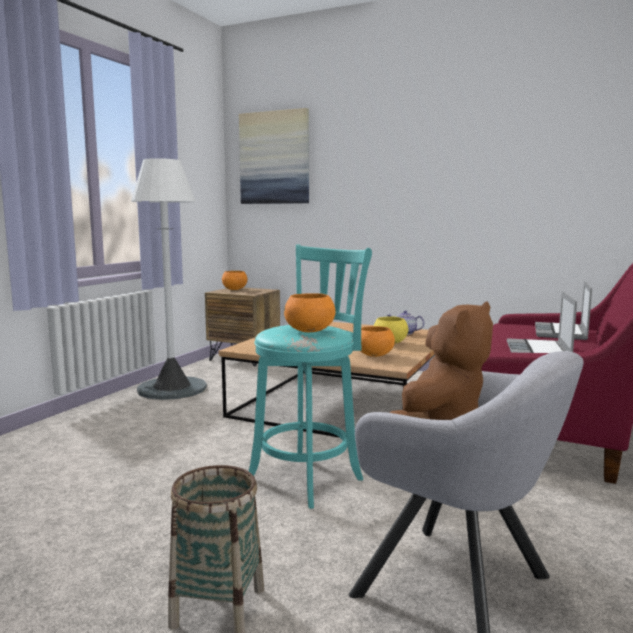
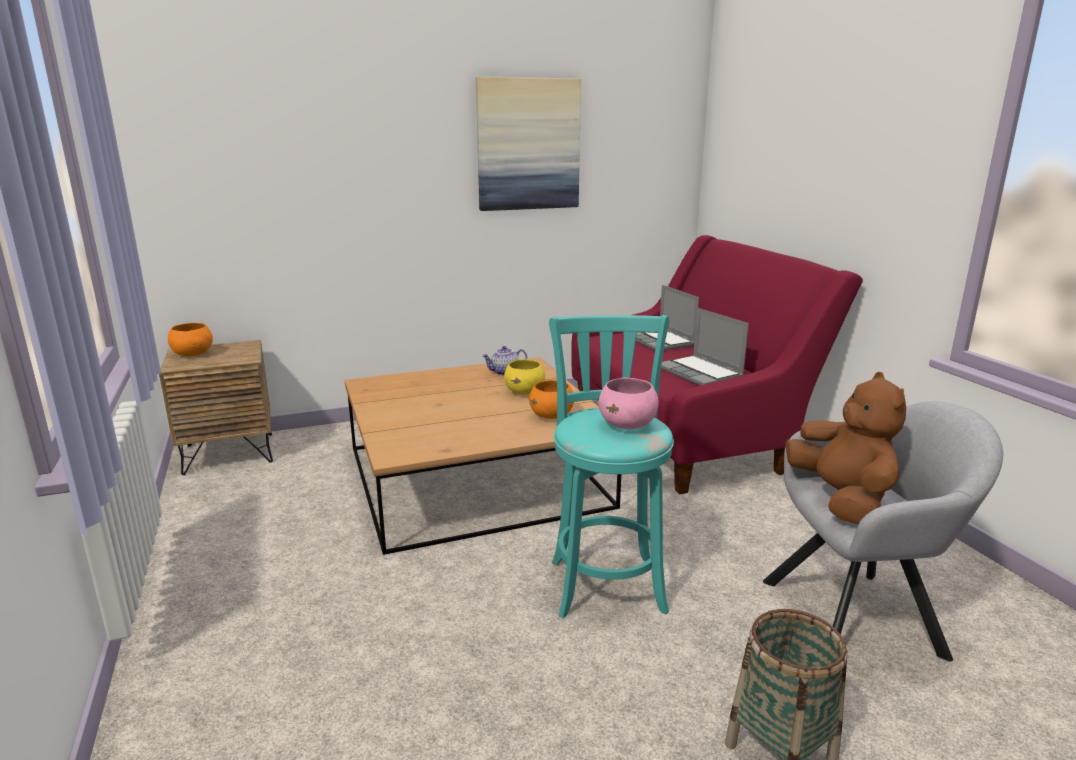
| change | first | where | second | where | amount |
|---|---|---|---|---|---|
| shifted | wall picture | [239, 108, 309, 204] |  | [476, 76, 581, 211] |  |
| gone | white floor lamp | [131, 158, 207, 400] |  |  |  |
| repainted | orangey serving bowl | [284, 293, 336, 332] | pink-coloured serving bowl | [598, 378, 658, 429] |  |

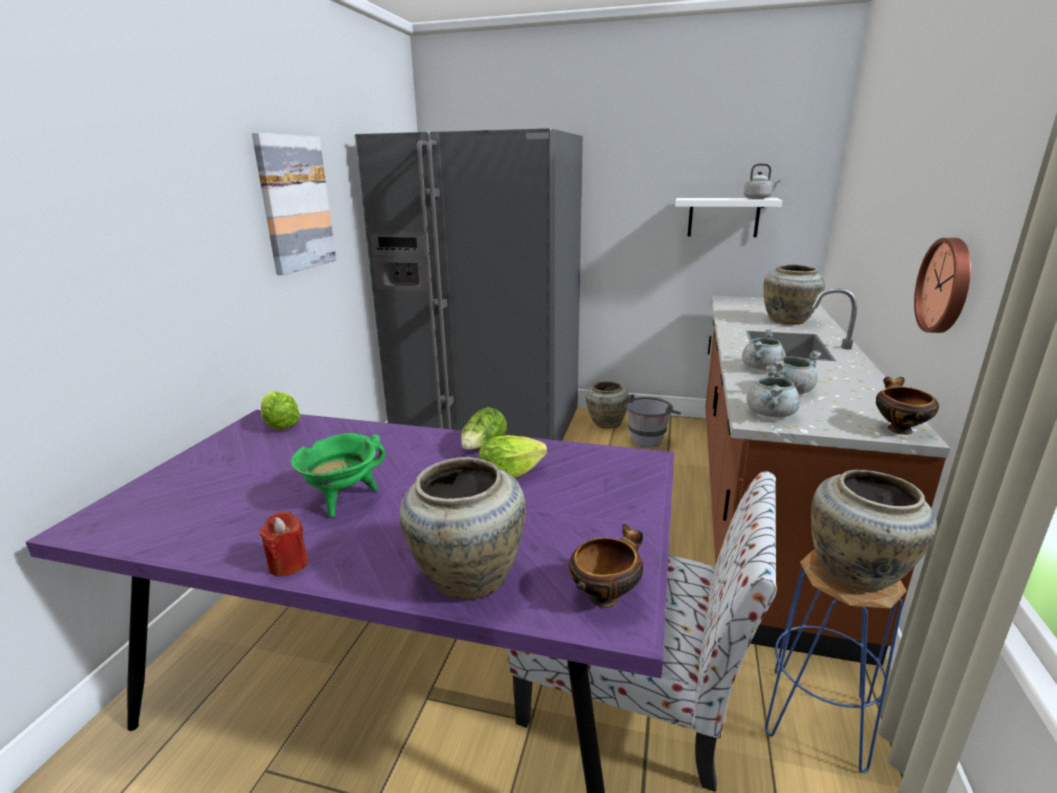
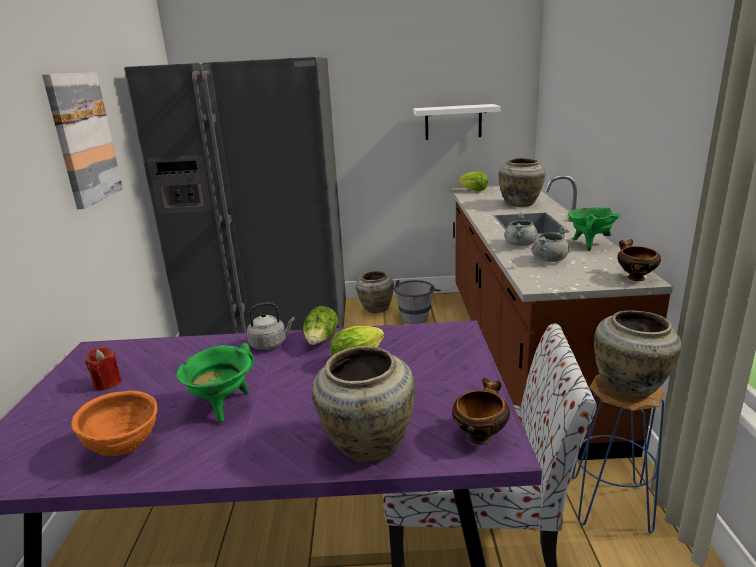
| change | first | where | second | where | amount |
|---|---|---|---|---|---|
| shifted | grey water kettle | [744, 163, 781, 199] |  | [247, 302, 295, 350] |  |
| gone | clock on the wall | [914, 238, 971, 333] |  |  |  |
| gone | grey saucepot | [746, 365, 801, 418] |  |  |  |
| shifted | head of lettuce | [261, 391, 300, 430] |  | [458, 172, 488, 191] |  |
| shifted | red-coloured candle | [259, 511, 308, 577] |  | [85, 347, 122, 390] |  |
| new |  |  | green-coloured saucepot | [568, 207, 620, 251] |  |
| new |  |  | orangey serving bowl | [71, 391, 157, 457] |  |

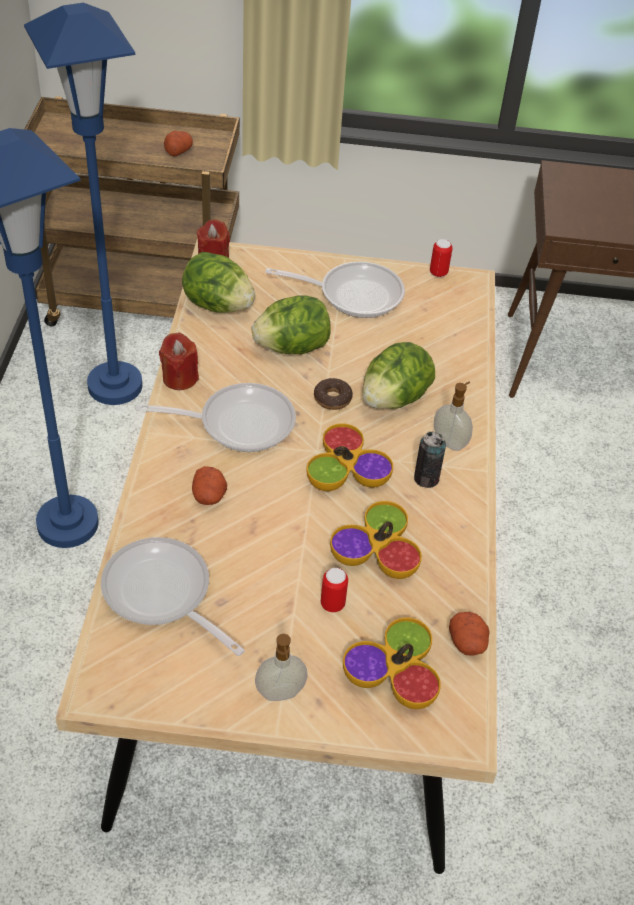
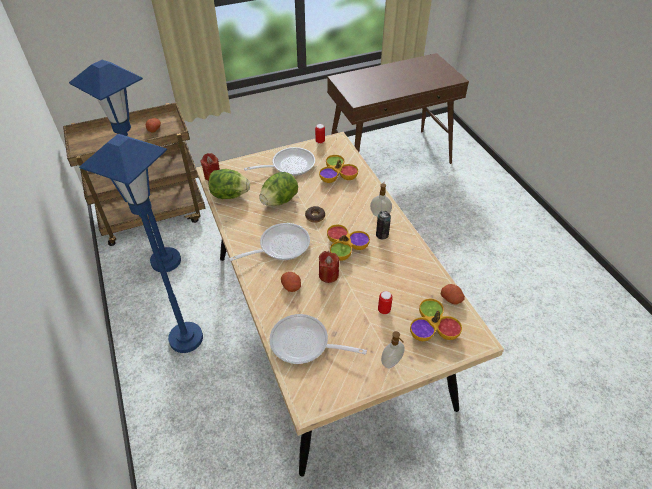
| change | first | where | second | where | amount |
|---|---|---|---|---|---|
| shifted | red-coloured candle | [159, 332, 199, 390] |  | [319, 251, 339, 283] |  |
| gone | head of lettuce | [362, 342, 435, 409] |  |  |  |
| shifted | serving bowl | [330, 501, 422, 579] |  | [319, 155, 358, 183] |  |

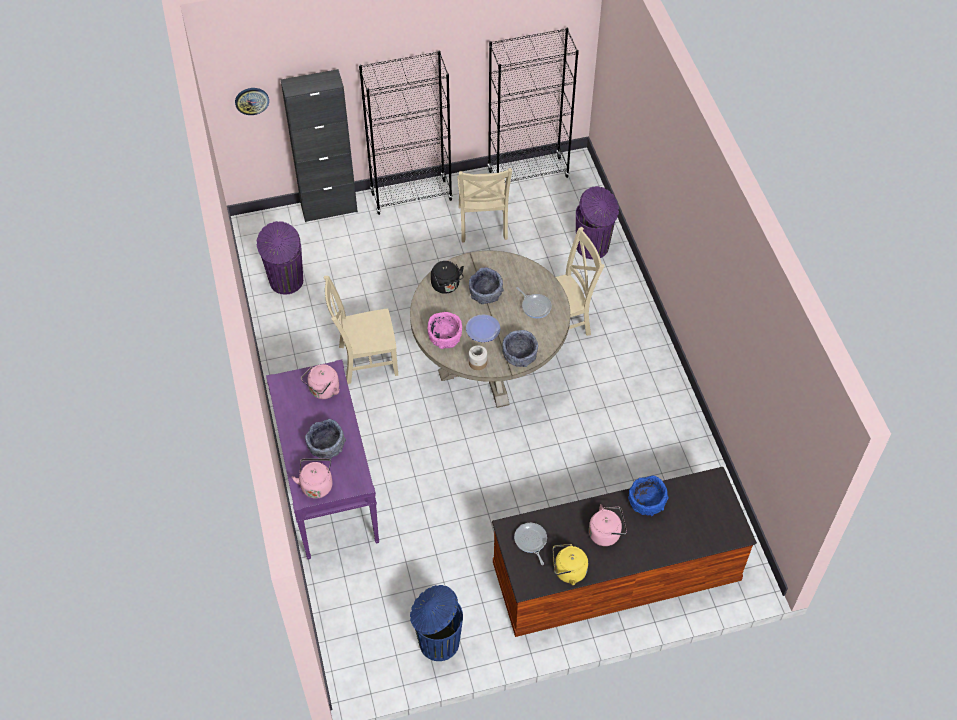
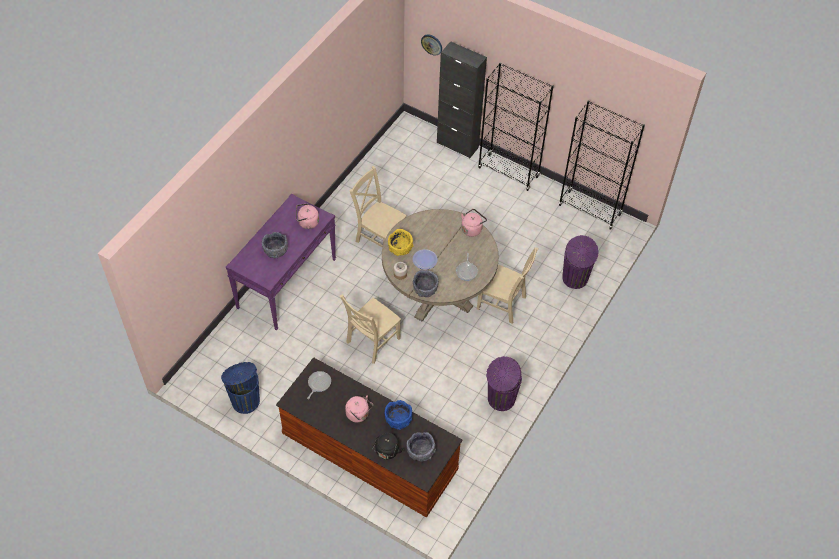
| change | first | where | second | where | amount |
|---|---|---|---|---|---|
| shifted | sand-coloured upright chair | [457, 168, 512, 243] |  | [340, 294, 401, 364] |  |
| shifted | purple waste bin | [257, 221, 303, 294] |  | [486, 356, 522, 411] |  |
| shifted | blackish water kettle | [431, 261, 464, 294] |  | [372, 433, 403, 460] |  |
| shifted | grey serving bowl | [469, 268, 504, 304] |  | [406, 432, 436, 462] |  |
| repainted | pink-coloured serving bowl | [427, 312, 462, 349] | yellow-coloured serving bowl | [388, 229, 413, 256] |  |
| shifted | pink-coloured water kettle | [292, 458, 333, 499] |  | [461, 209, 487, 237] |  |
| gone | yellow-coloured water kettle | [553, 544, 588, 585] |  |  |  |

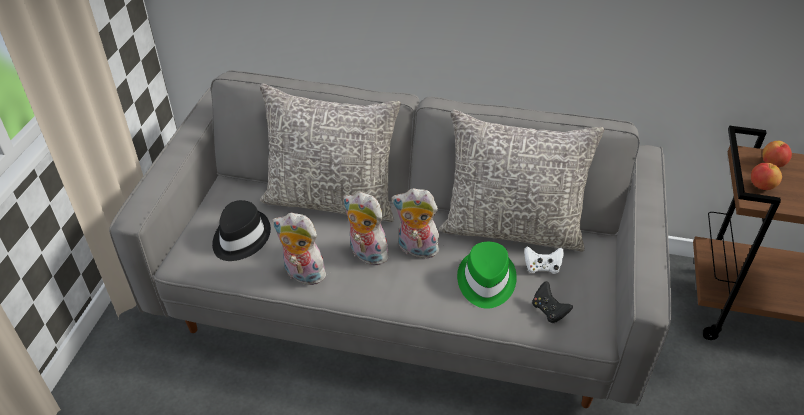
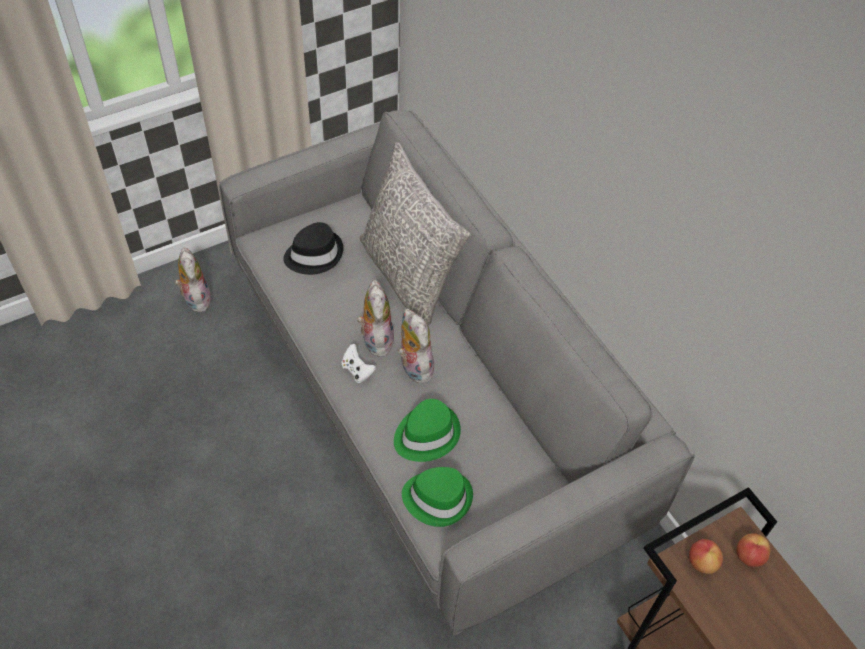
| change | first | where | second | where | amount |
|---|---|---|---|---|---|
| gone | grey pillow | [439, 109, 604, 252] |  |  |  |
| shifted | cuddly toy | [272, 213, 328, 285] |  | [175, 247, 212, 312] |  |
| shifted | white gamepad | [524, 247, 564, 274] |  | [341, 344, 376, 383] |  |
| swapped | blackish gamepad | [532, 281, 573, 323] | green-coloured wearable hat | [402, 467, 473, 527] |  |

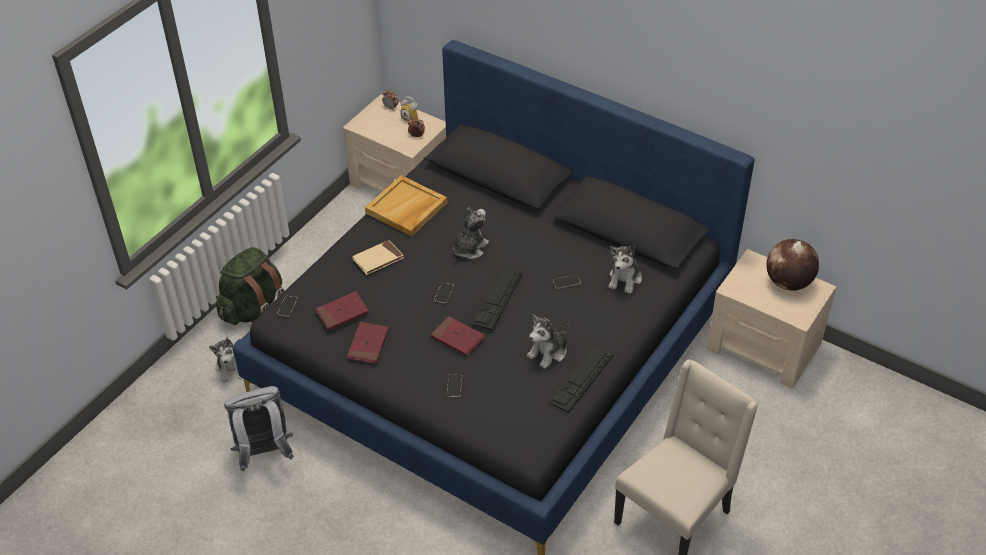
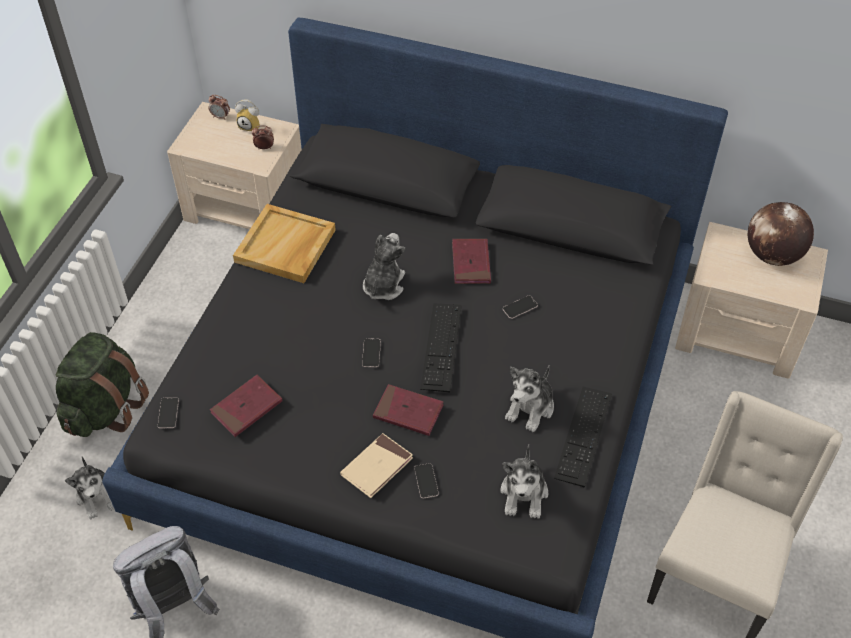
| change | first | where | second | where | amount |
|---|---|---|---|---|---|
| shifted | sand-coloured book | [352, 240, 403, 275] |  | [340, 433, 413, 498] |  |
| shifted | cuddly toy | [609, 246, 642, 294] |  | [500, 445, 548, 519] |  |
| shifted | red-coloured book | [347, 322, 389, 364] |  | [452, 239, 491, 284] |  |

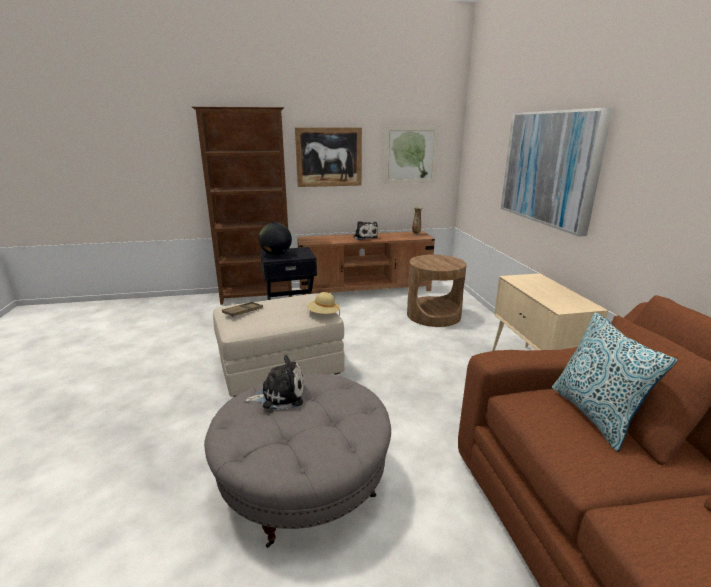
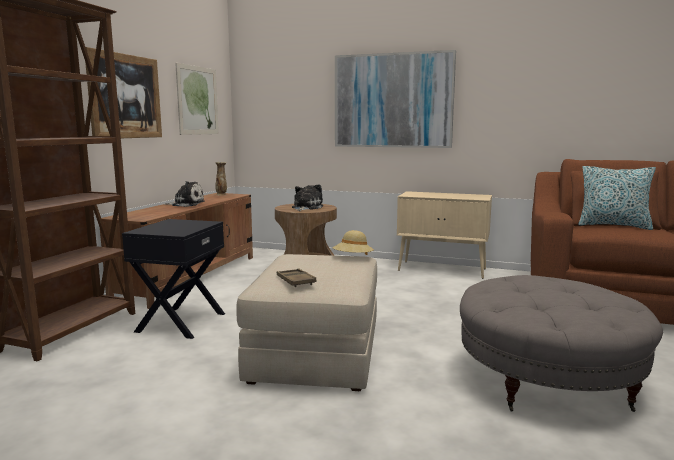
| change | first | where | second | where | amount |
|---|---|---|---|---|---|
| gone | world globe | [259, 223, 292, 255] |  |  |  |
| shifted | cuddly toy | [244, 355, 304, 410] |  | [292, 184, 323, 211] |  |

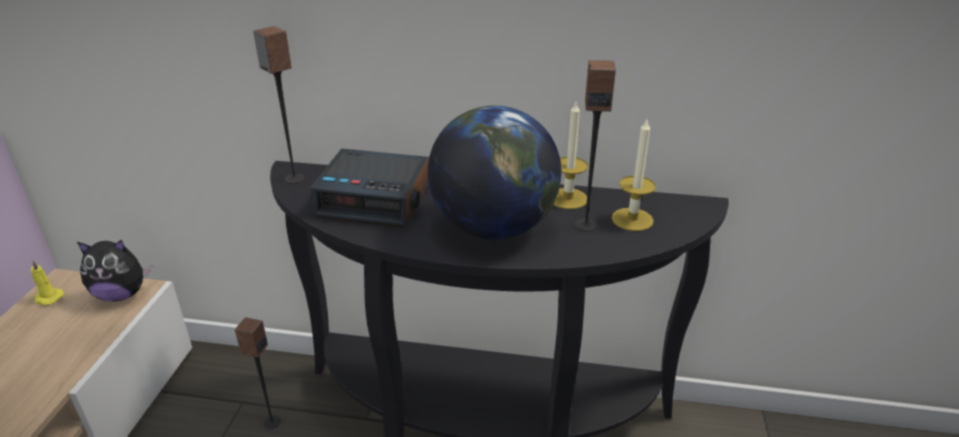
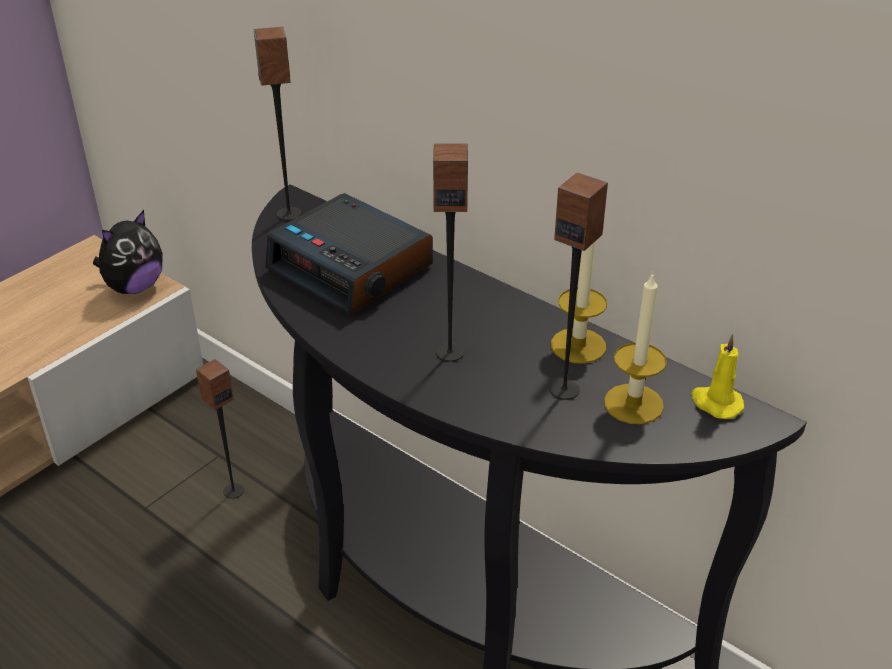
| change | first | where | second | where | amount |
|---|---|---|---|---|---|
| swapped | world globe | [428, 106, 561, 239] | speaker | [433, 143, 468, 362] |  |
| rotated | cuddly toy | [76, 240, 153, 302] |  | [93, 210, 163, 294] | 75 degrees counterclockwise |
| shifted | yellow-coloured candle | [31, 260, 64, 305] |  | [692, 334, 744, 419] |  |

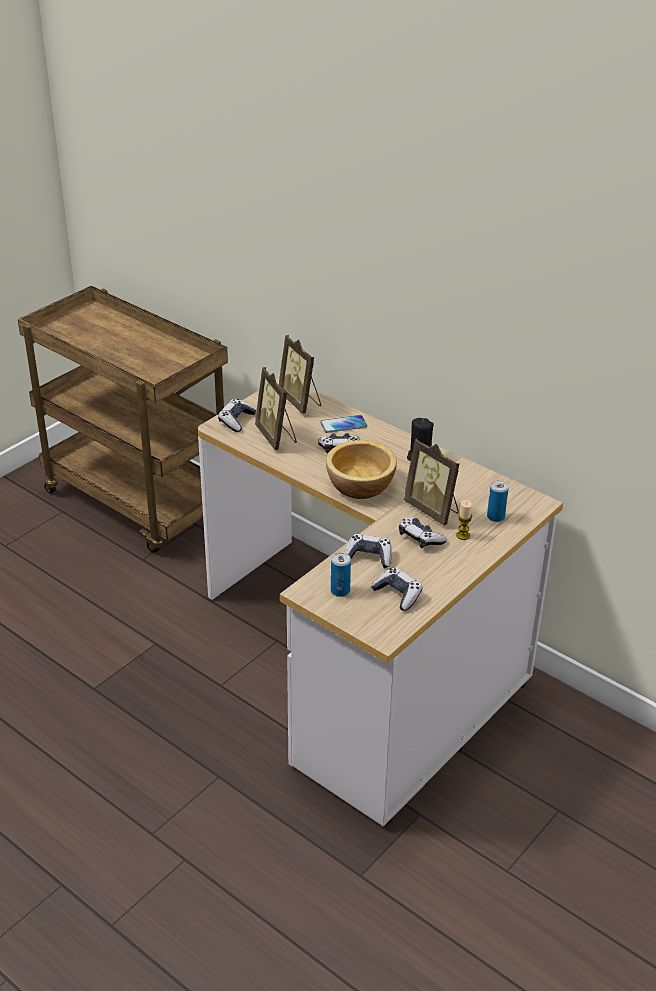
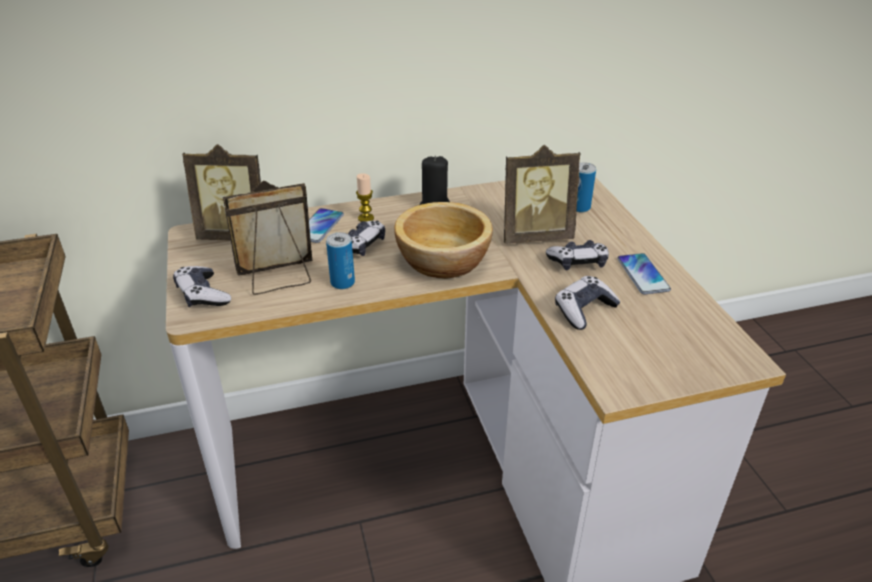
| change | first | where | second | where | amount |
|---|---|---|---|---|---|
| rotated | standing frame | [255, 367, 297, 450] |  | [223, 181, 312, 295] | 150 degrees clockwise |
| shifted | candle | [456, 500, 472, 540] |  | [356, 173, 374, 222] |  |
| shifted | metal can | [331, 553, 351, 597] |  | [326, 232, 355, 289] |  |
| gone | gamepad | [371, 568, 423, 611] |  |  |  |
| new |  |  | phone | [617, 253, 671, 294] |  |

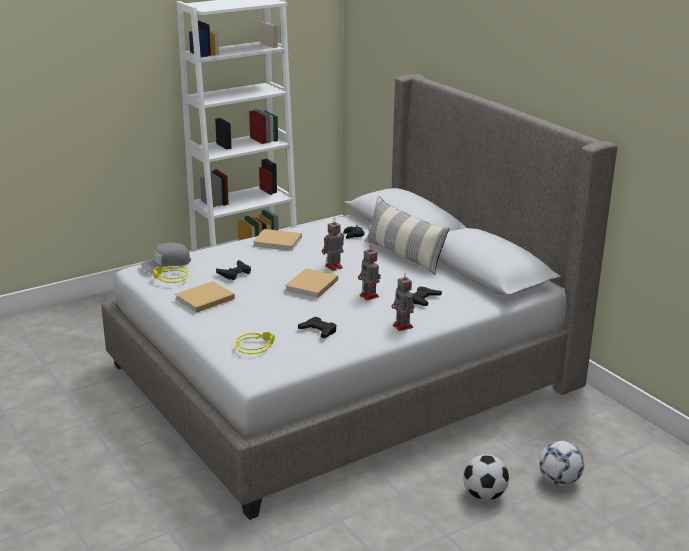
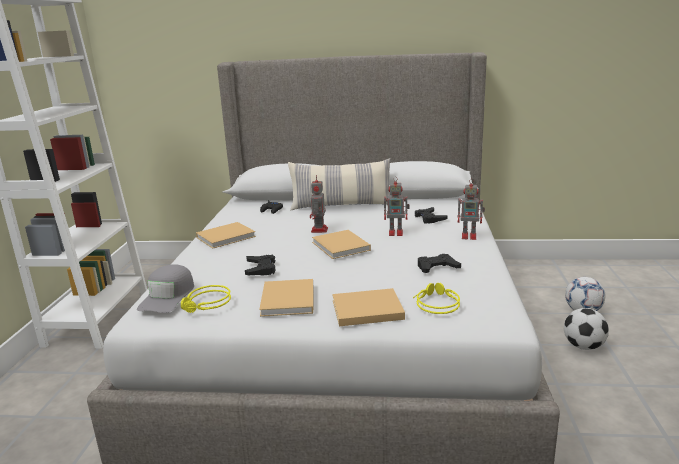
| change | first | where | second | where | amount |
|---|---|---|---|---|---|
| new |  |  | sand-coloured book | [332, 288, 405, 326] |  |

